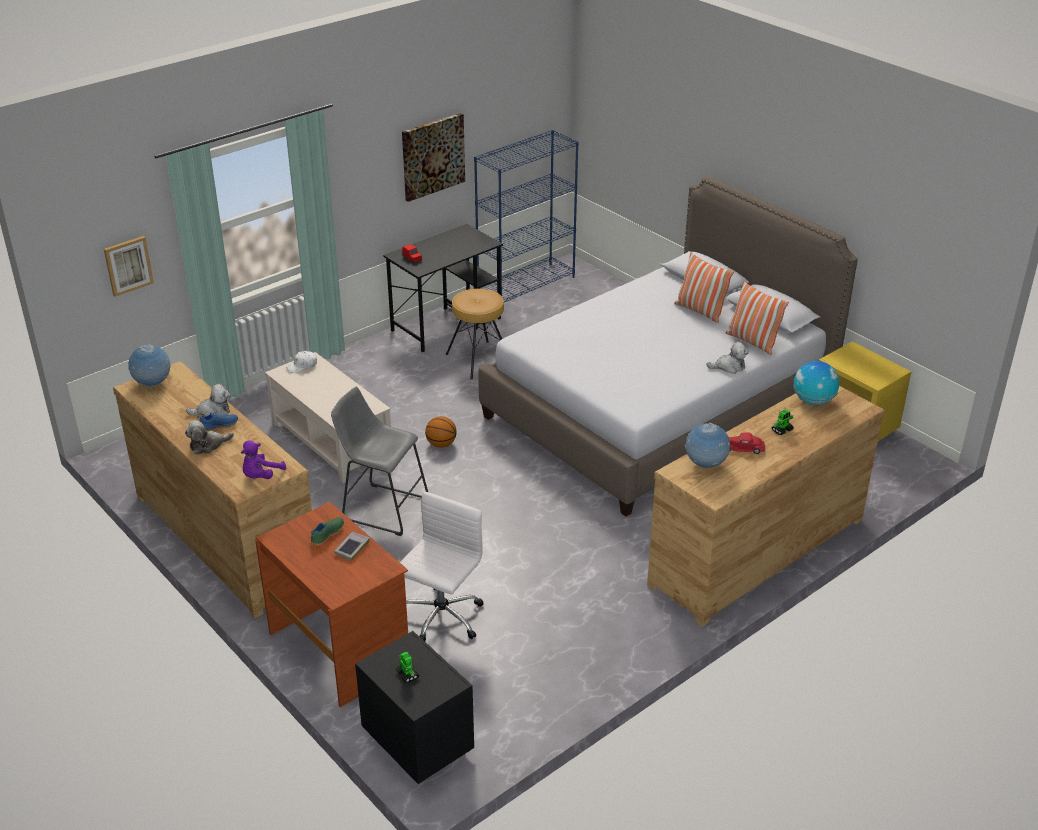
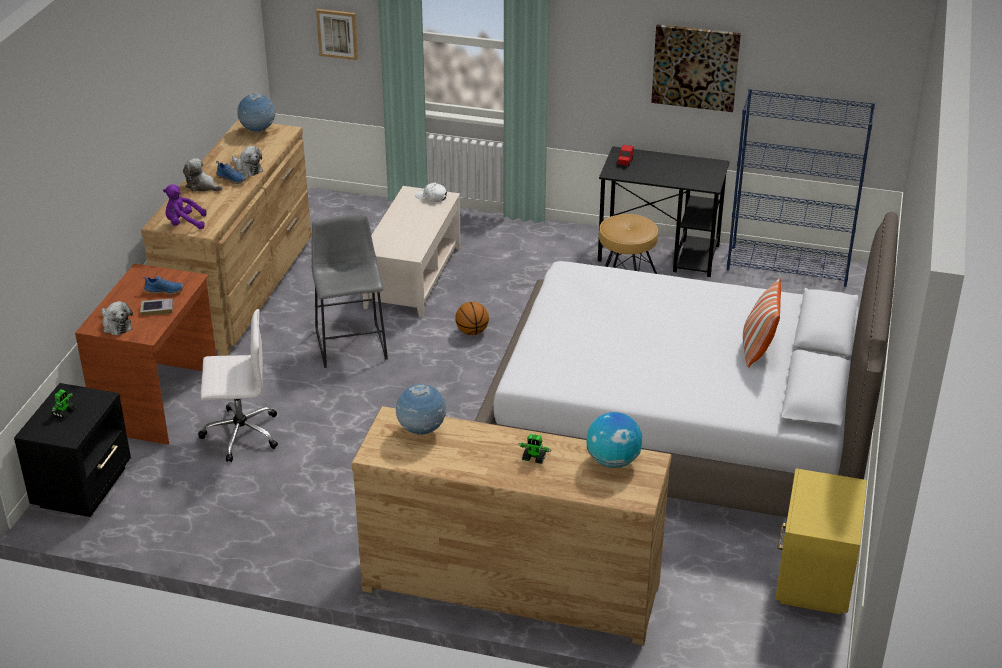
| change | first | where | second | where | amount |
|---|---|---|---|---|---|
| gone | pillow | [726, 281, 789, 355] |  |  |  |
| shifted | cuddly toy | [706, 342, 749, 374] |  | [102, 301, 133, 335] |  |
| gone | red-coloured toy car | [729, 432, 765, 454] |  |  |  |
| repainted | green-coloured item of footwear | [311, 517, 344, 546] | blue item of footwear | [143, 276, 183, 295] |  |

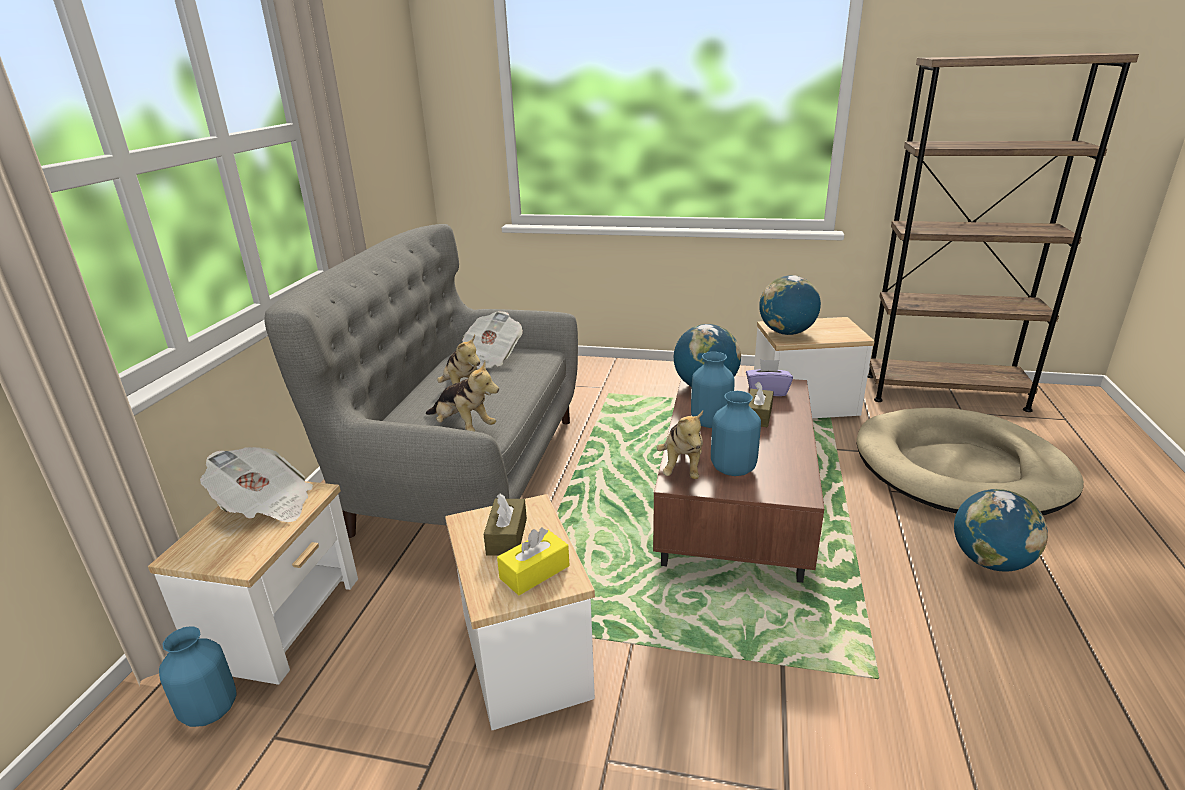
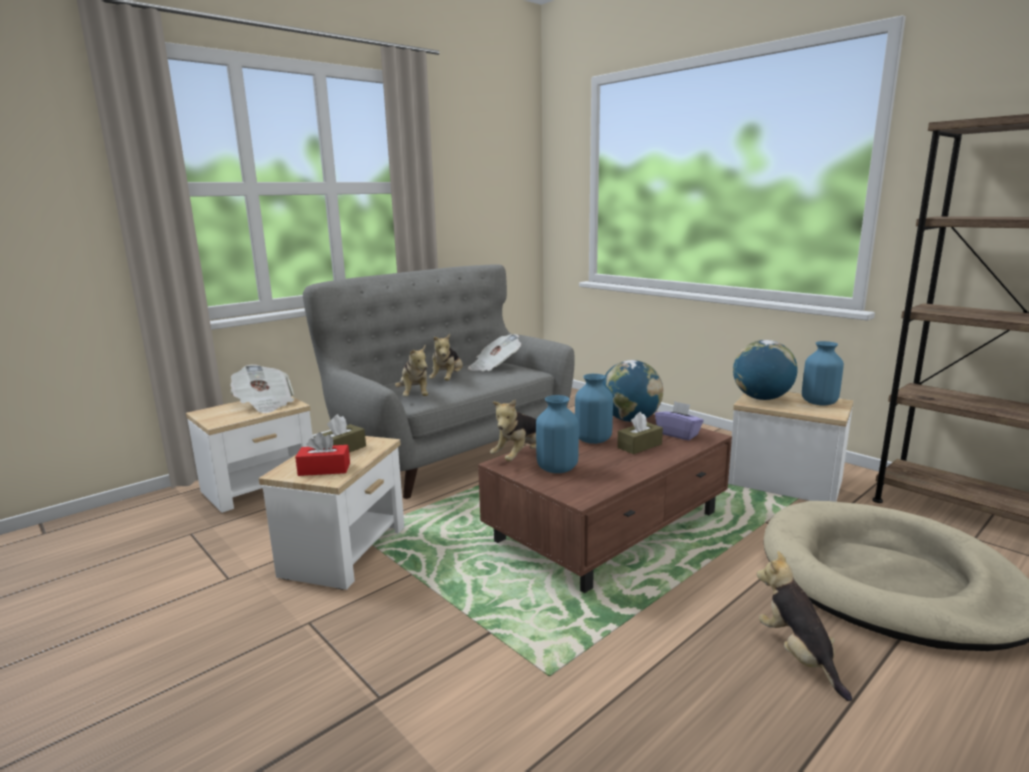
| change | first | where | second | where | amount |
|---|---|---|---|---|---|
| swapped | world globe | [954, 489, 1048, 572] | cuddly toy | [757, 551, 852, 701] |  |
| repainted | yellow-coloured tissue box | [497, 528, 569, 595] | red-coloured tissue box | [295, 432, 350, 476] |  |
| shifted | blue vase | [159, 626, 237, 727] |  | [802, 341, 844, 405] |  |

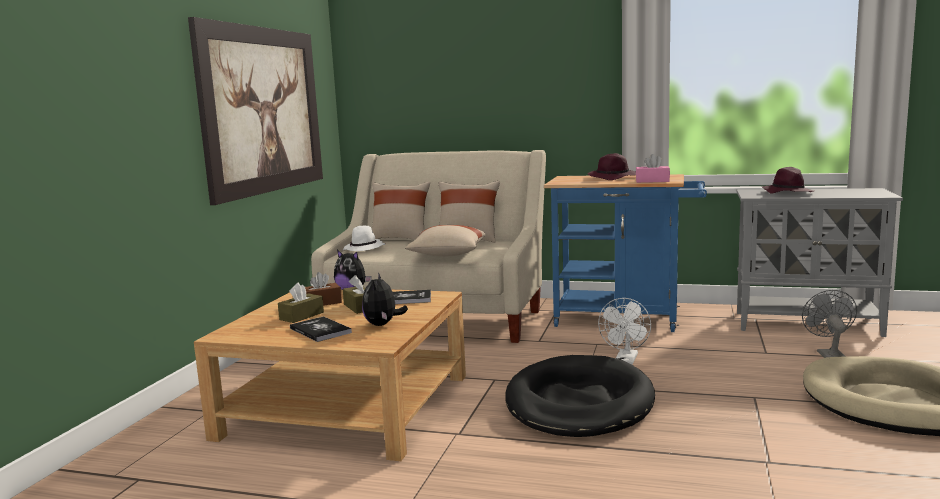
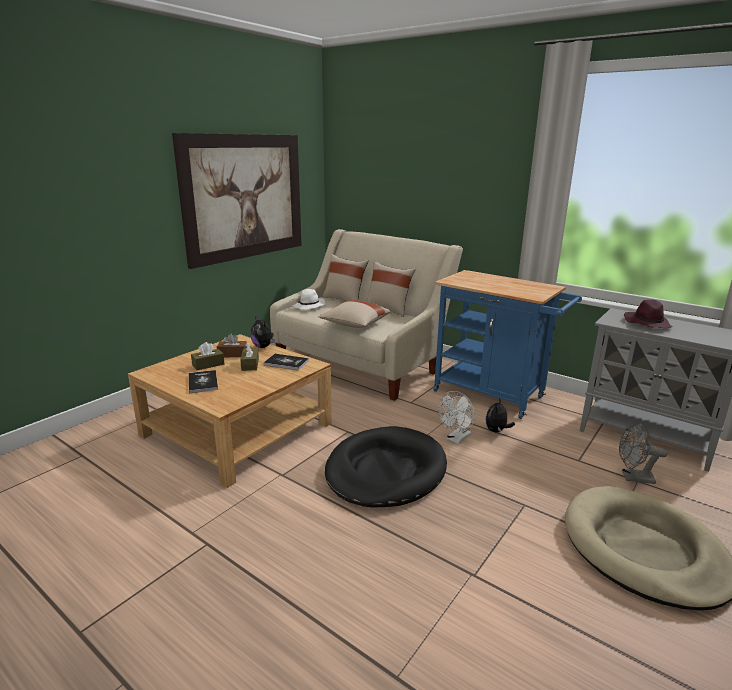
| change | first | where | second | where | amount |
|---|---|---|---|---|---|
| gone | purple wearable hat | [587, 153, 636, 180] |  |  |  |
| gone | pink-coloured tissue box | [636, 154, 670, 183] |  |  |  |
| shifted | cuddly toy | [362, 272, 408, 326] |  | [486, 401, 515, 432] |  |
| rotated | grey electric fan | [802, 290, 857, 358] |  | [619, 422, 668, 484] | 105 degrees counterclockwise |

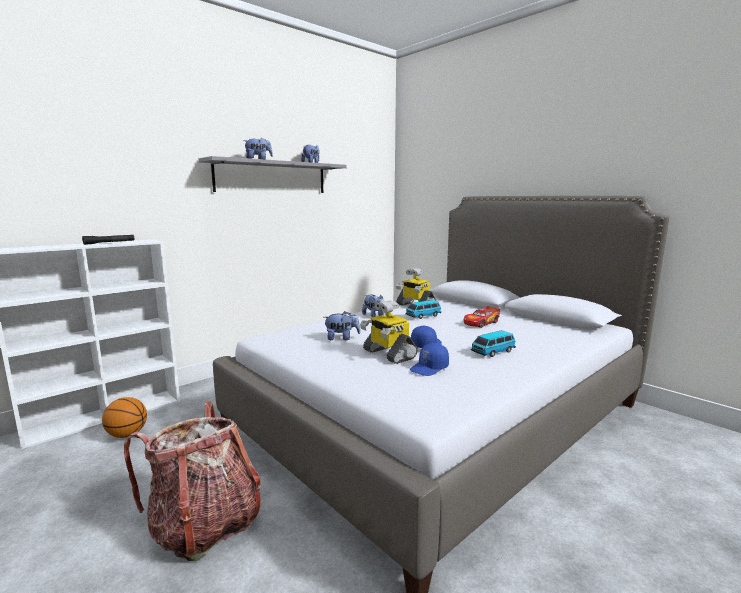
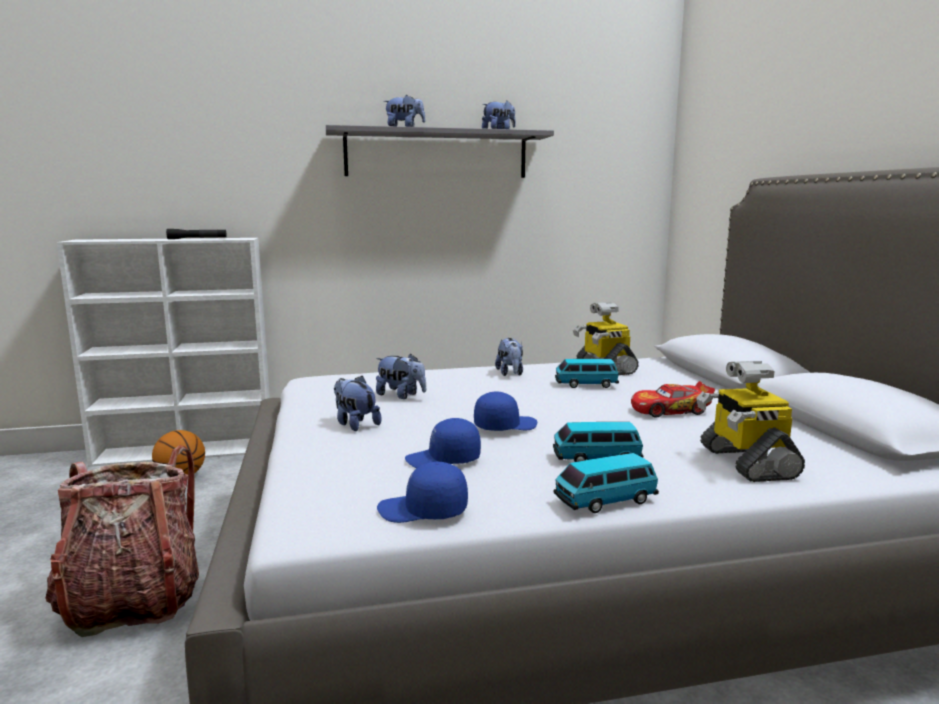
| change | first | where | second | where | amount |
|---|---|---|---|---|---|
| shifted | model robot | [360, 300, 418, 364] |  | [696, 361, 805, 482] |  |
| new |  |  | cuddly toy | [334, 376, 381, 431] |  |
| new |  |  | toy car | [554, 453, 659, 513] |  |
| new |  |  | blue peaked cap | [377, 462, 468, 523] |  |

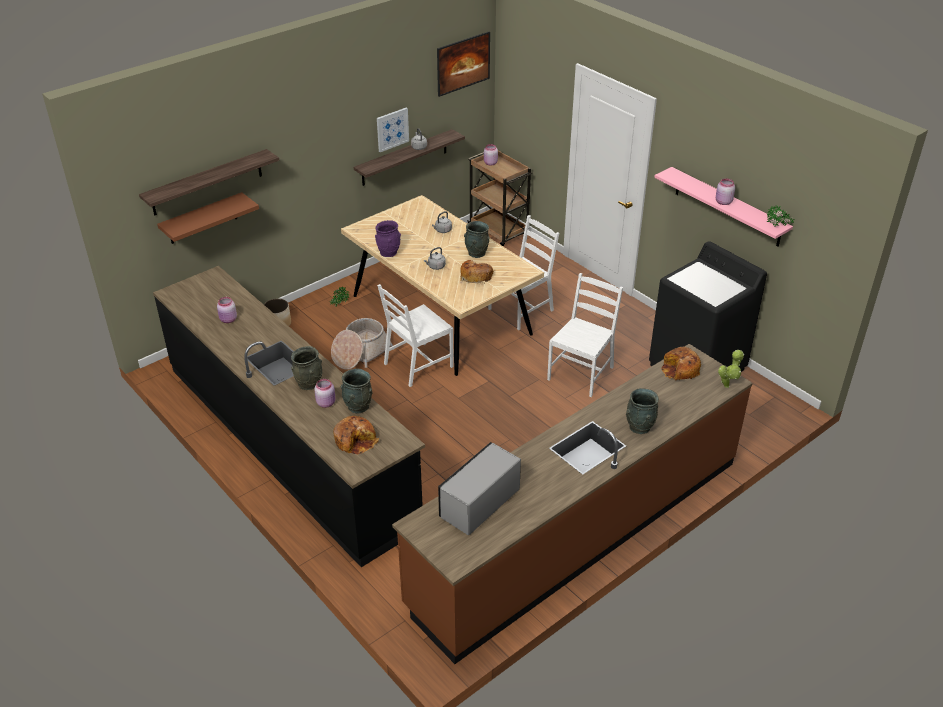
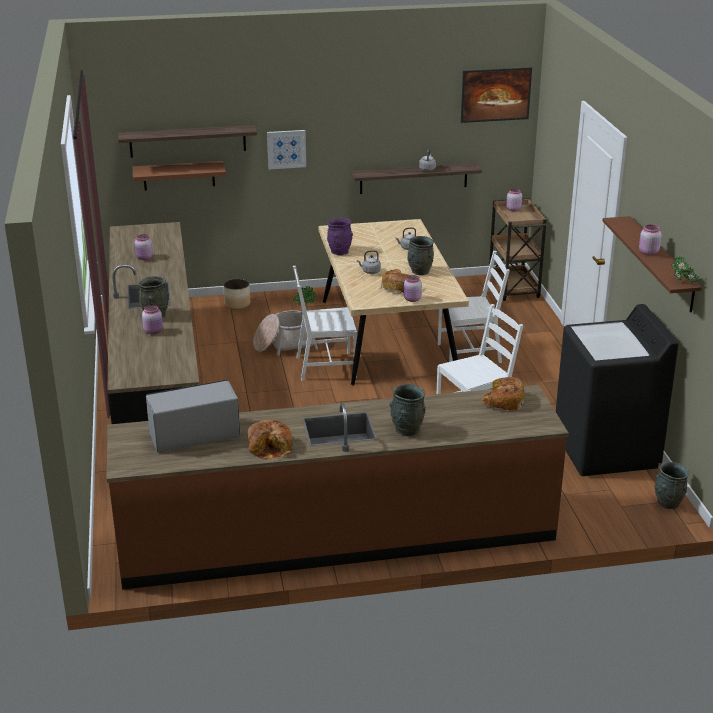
| change | first | where | second | where | amount |
|---|---|---|---|---|---|
| shifted | wall picture | [377, 108, 409, 152] |  | [267, 130, 306, 169] |  |
| repainted | pink-coloured shelf | [654, 167, 793, 247] | brown shelf | [603, 216, 702, 313] |  |
| gone | potted plant | [718, 350, 744, 388] |  |  |  |
| shifted | grey vase | [341, 369, 372, 414] |  | [655, 462, 689, 509] |  |
| shifted | bakery bread | [333, 416, 379, 455] |  | [247, 420, 293, 460] |  |
| new |  |  | pink-coloured jar | [404, 275, 422, 302] |  |

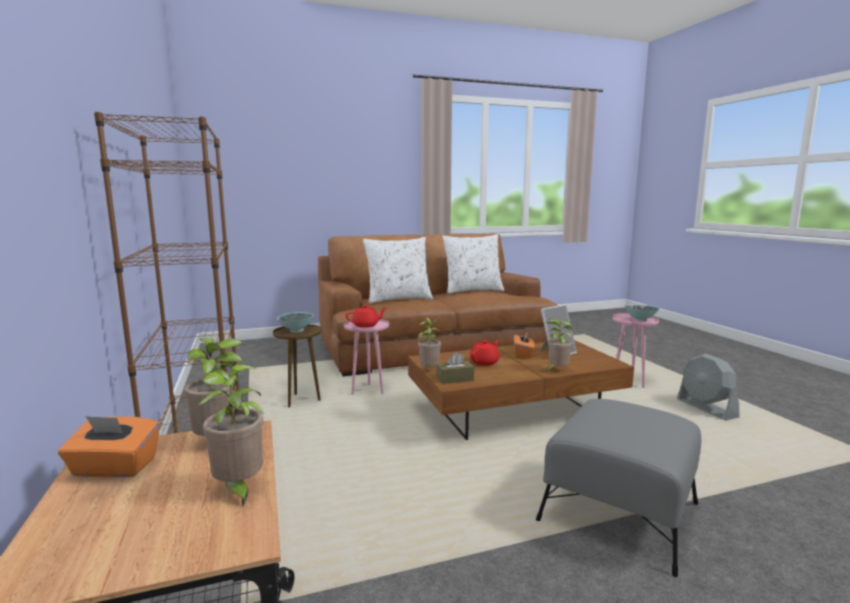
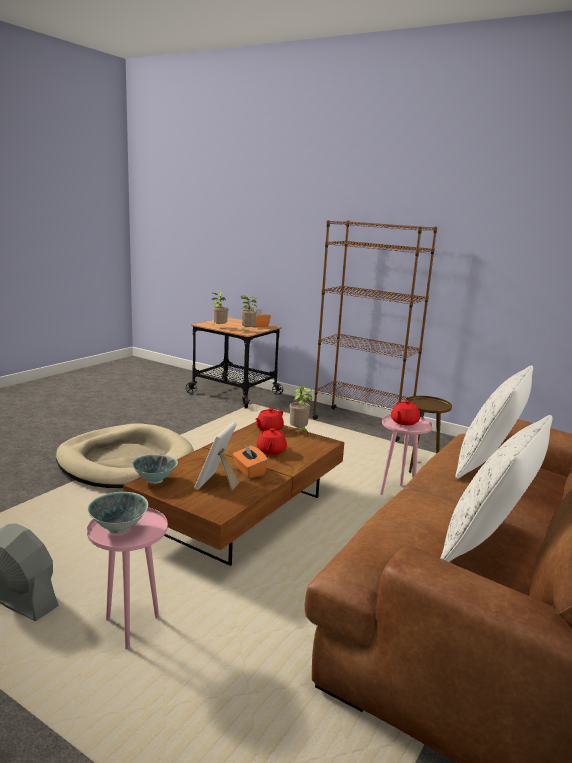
| change | first | where | second | where | amount |
|---|---|---|---|---|---|
| shifted | serving bowl | [277, 312, 314, 333] |  | [132, 454, 178, 484] |  |
| gone | potted plant | [545, 318, 573, 372] |  |  |  |
| swapped | brown tissue box | [437, 352, 474, 384] | red-coloured teapot | [256, 408, 284, 431] |  |
| swapped | grey pouffe | [536, 399, 701, 577] | sand-coloured pet bed | [56, 423, 194, 488] |  |

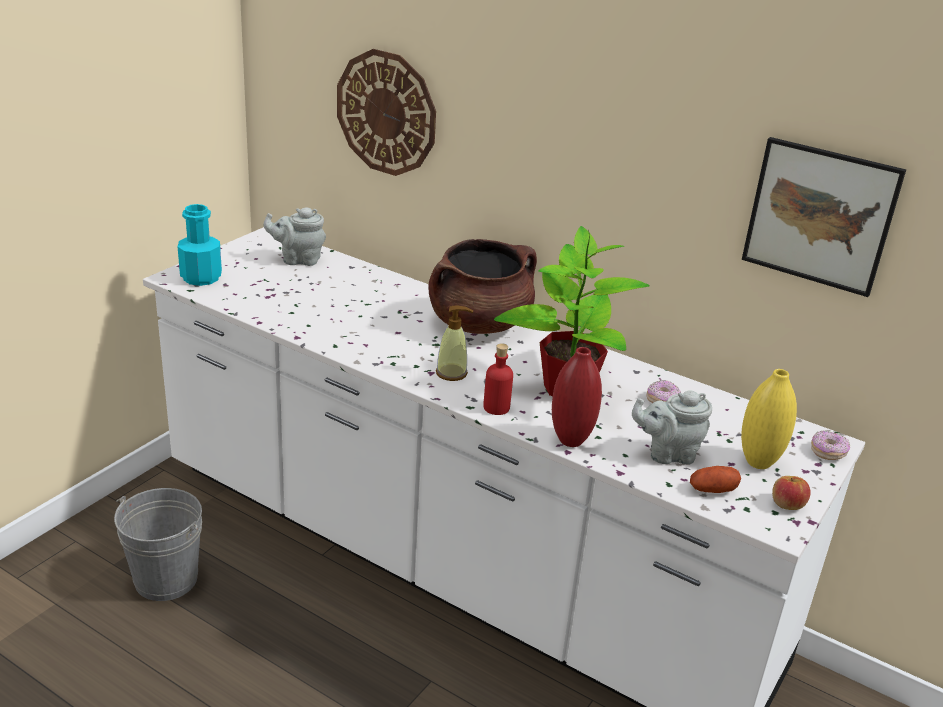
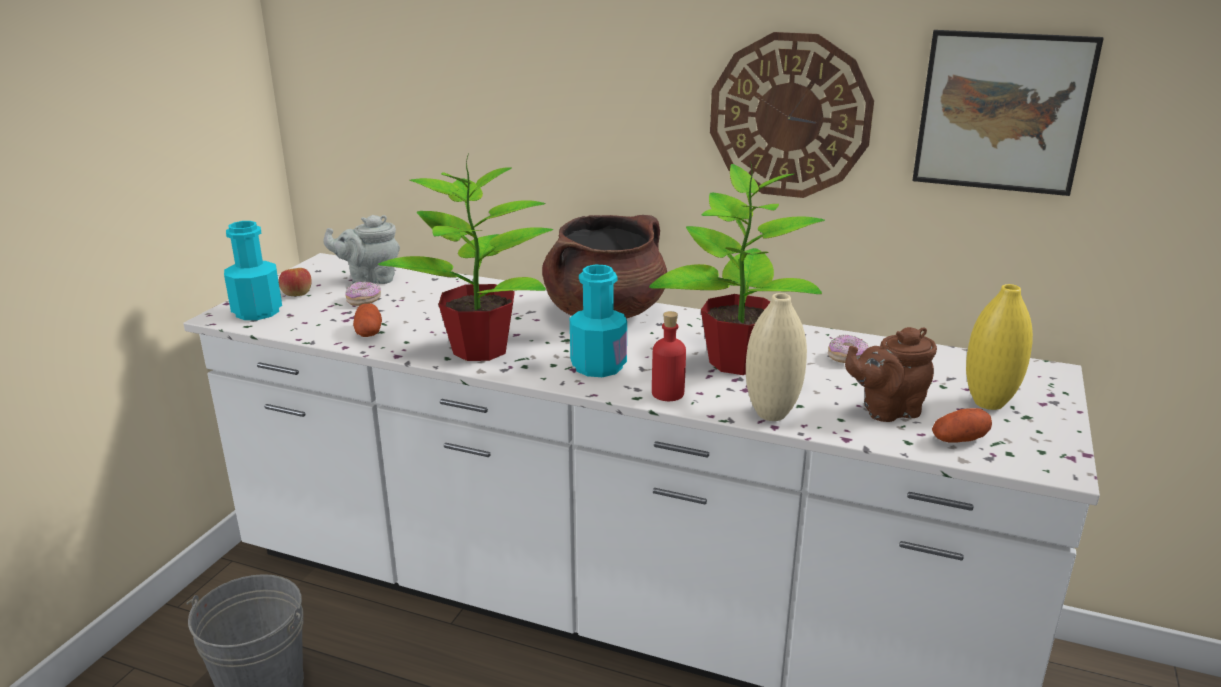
| change | first | where | second | where | amount |
|---|---|---|---|---|---|
| shifted | clock on the wall | [337, 49, 436, 176] |  | [710, 32, 874, 198] |  |
| swapped | soap dispenser | [436, 306, 473, 381] | blue-green bottle | [570, 265, 627, 377] |  |
| repainted | red-coloured vase | [552, 347, 602, 447] | sand-coloured vase | [746, 293, 807, 421] |  |
| repainted | grey teapot | [632, 390, 712, 465] | brown teapot | [845, 327, 937, 422] |  |
| shifted | donut | [811, 431, 850, 460] |  | [345, 282, 381, 306] |  |
| shifted | apple | [772, 476, 811, 510] |  | [279, 268, 312, 296] |  |
| new |  |  | potted plant | [378, 153, 553, 361] |  |
| new |  |  | spud | [353, 303, 382, 337] |  |

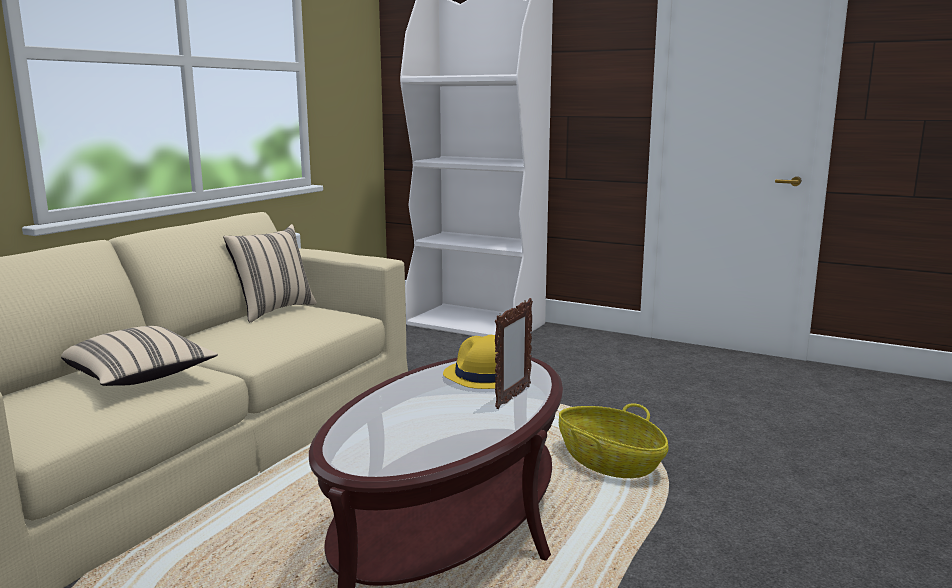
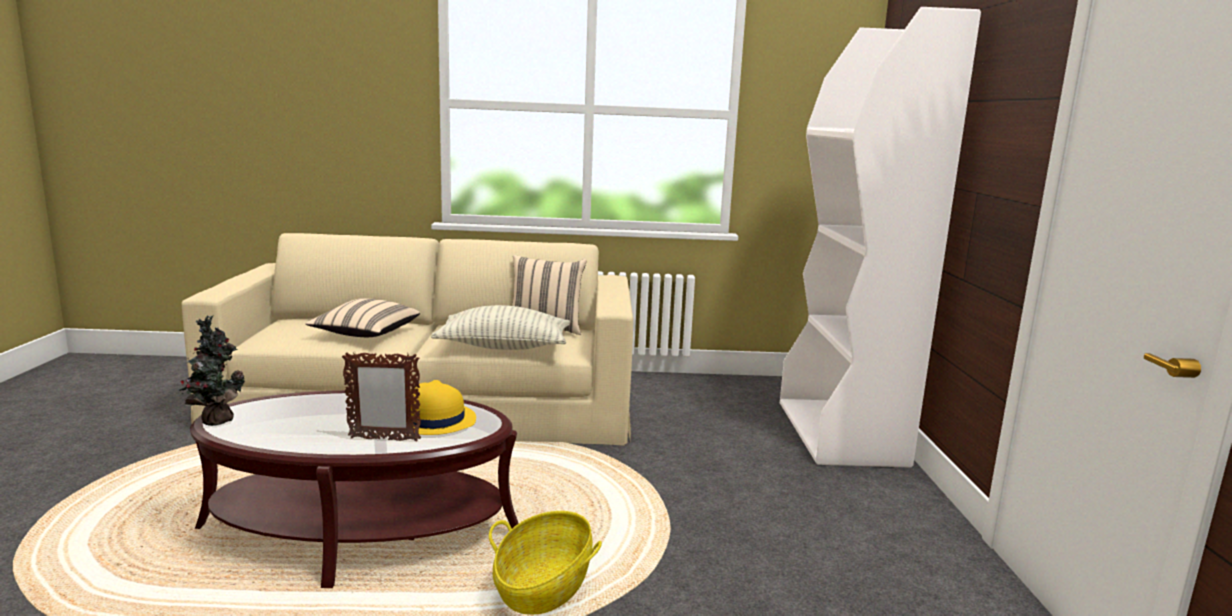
| change | first | where | second | where | amount |
|---|---|---|---|---|---|
| new |  |  | pillow | [431, 305, 570, 350] |  |
| new |  |  | potted plant | [179, 316, 245, 426] |  |

